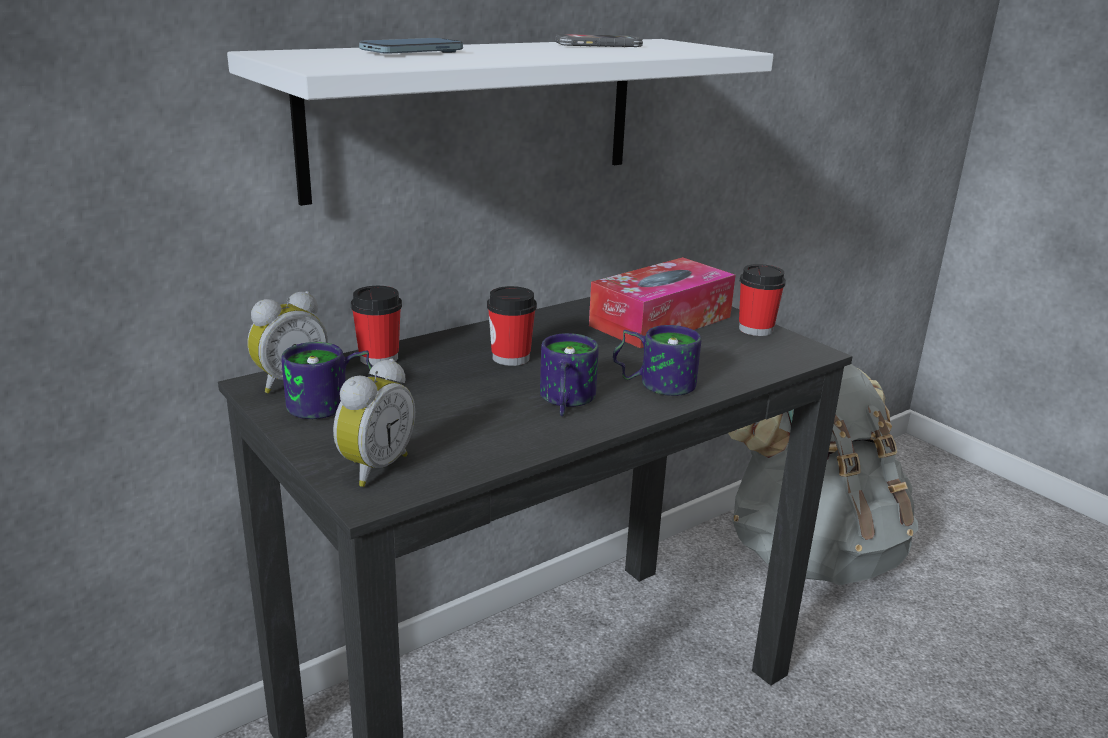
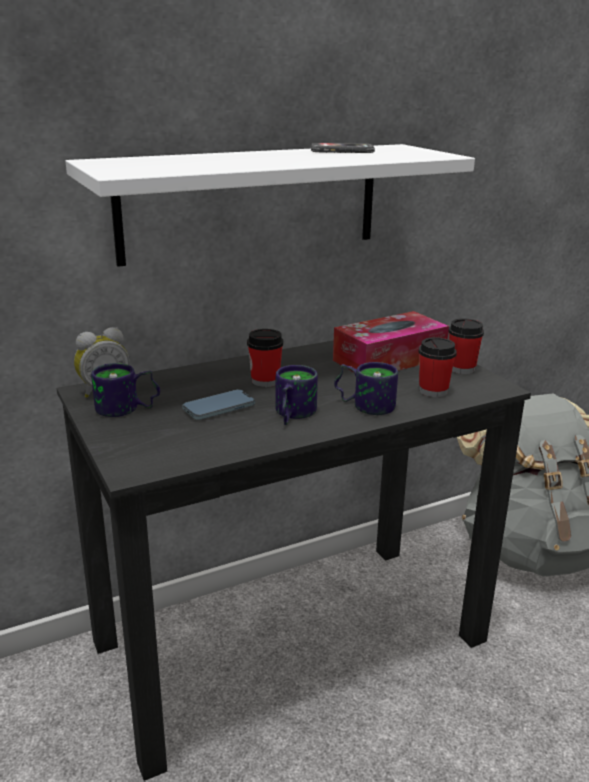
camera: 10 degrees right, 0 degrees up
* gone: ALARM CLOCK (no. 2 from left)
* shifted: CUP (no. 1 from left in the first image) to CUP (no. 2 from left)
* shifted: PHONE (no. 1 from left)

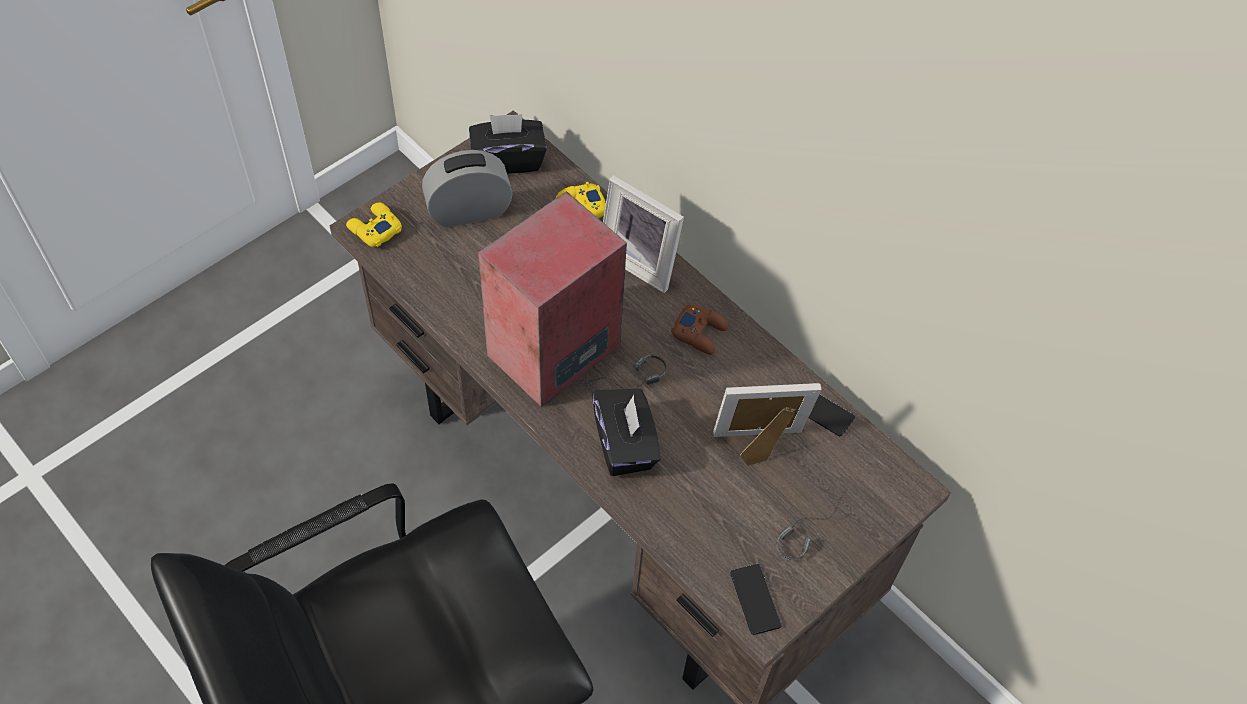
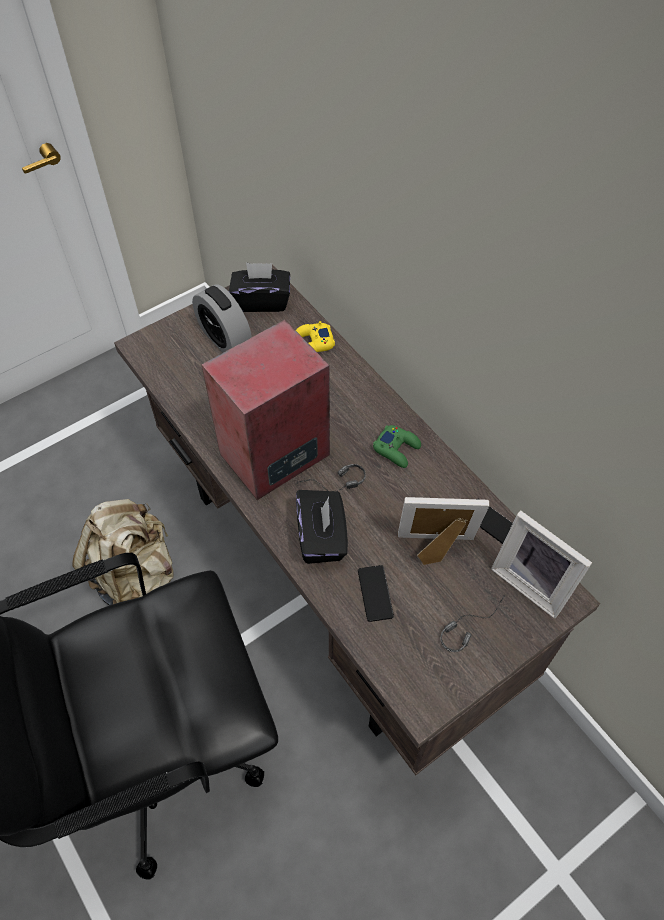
camera: 10 degrees right, 0 degrees up
* gone: YELLOW GAME CONTROLLER (no. 1 from left)
* new: BEIGE BACKPACK
* shifted: PICTURE FRAME (no. 1 from left in the first image) to PICTURE FRAME (no. 2 from left)
* shifted: PHONE (no. 1 from left)
* repainted: BROWN GAME CONTROLLER to GREEN GAME CONTROLLER
* rotated: ALARM CLOCK 120 degrees counterclockwise

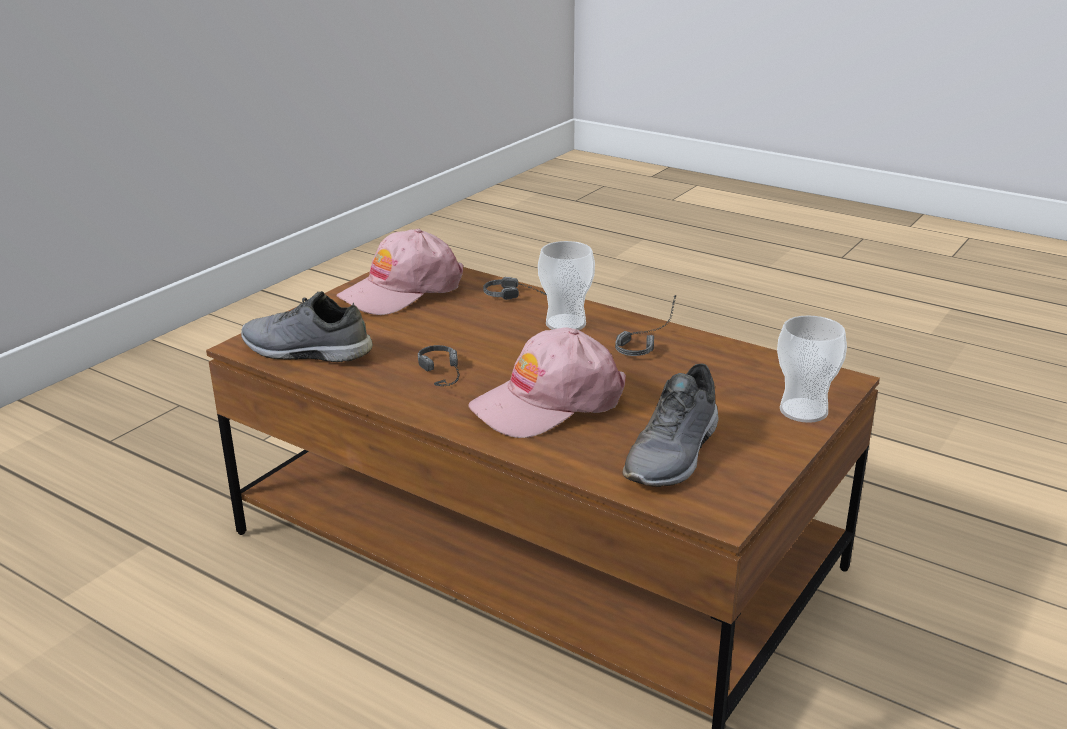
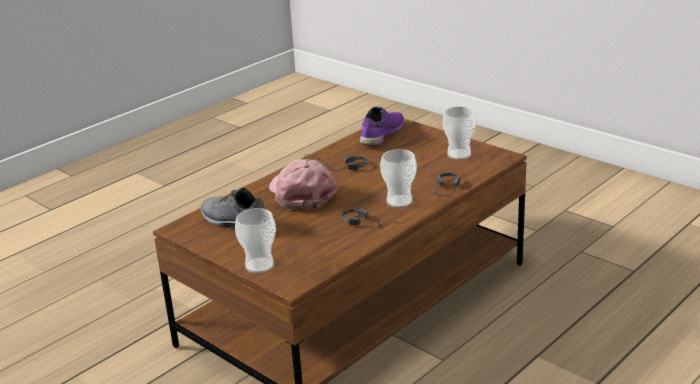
camera: 100 degrees right, 0 degrees up
* swapped: PINK CAP (no. 1 from left) to CUP (no. 3 from left)
* repainted: GREY SHOE (no. 1 from left) to PURPLE SHOE

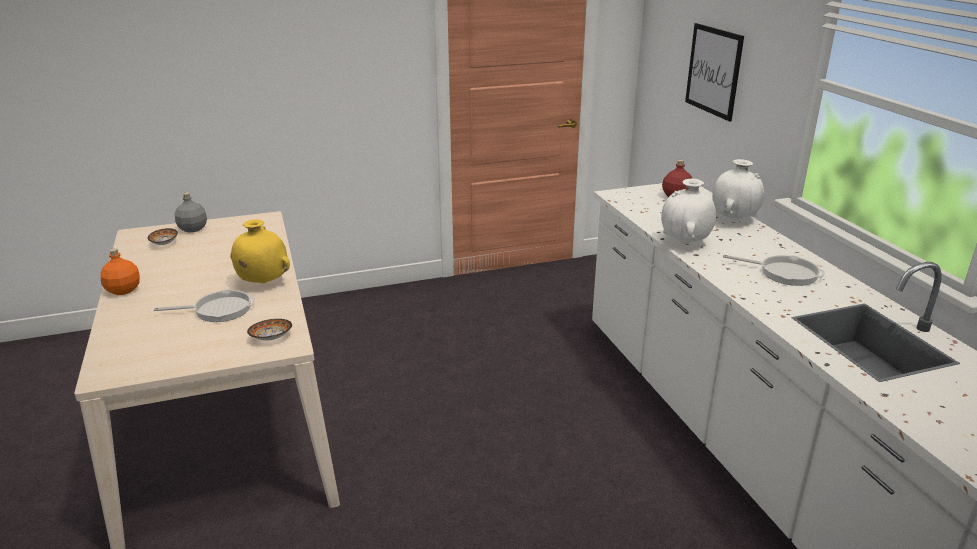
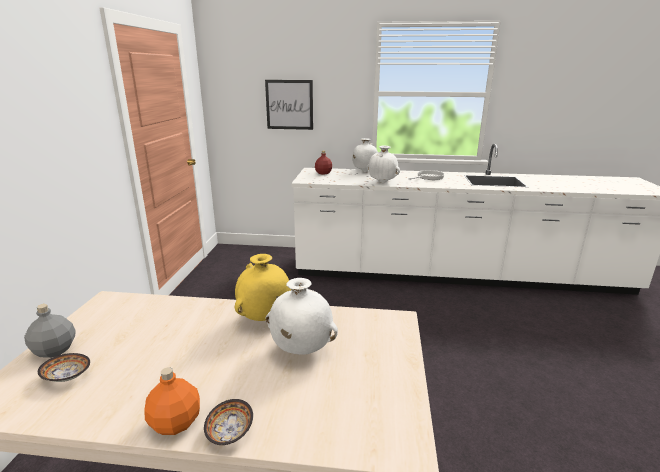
camera: 65 degrees left, 5 degrees down
* shifted: BOWL (no. 2 from left)
* swapped: FRYING PAN (no. 1 from left) to WHITE VASE (no. 1 from left)

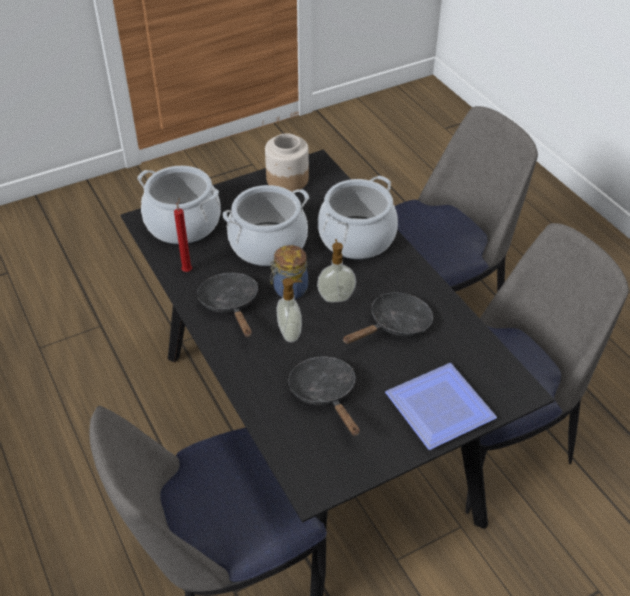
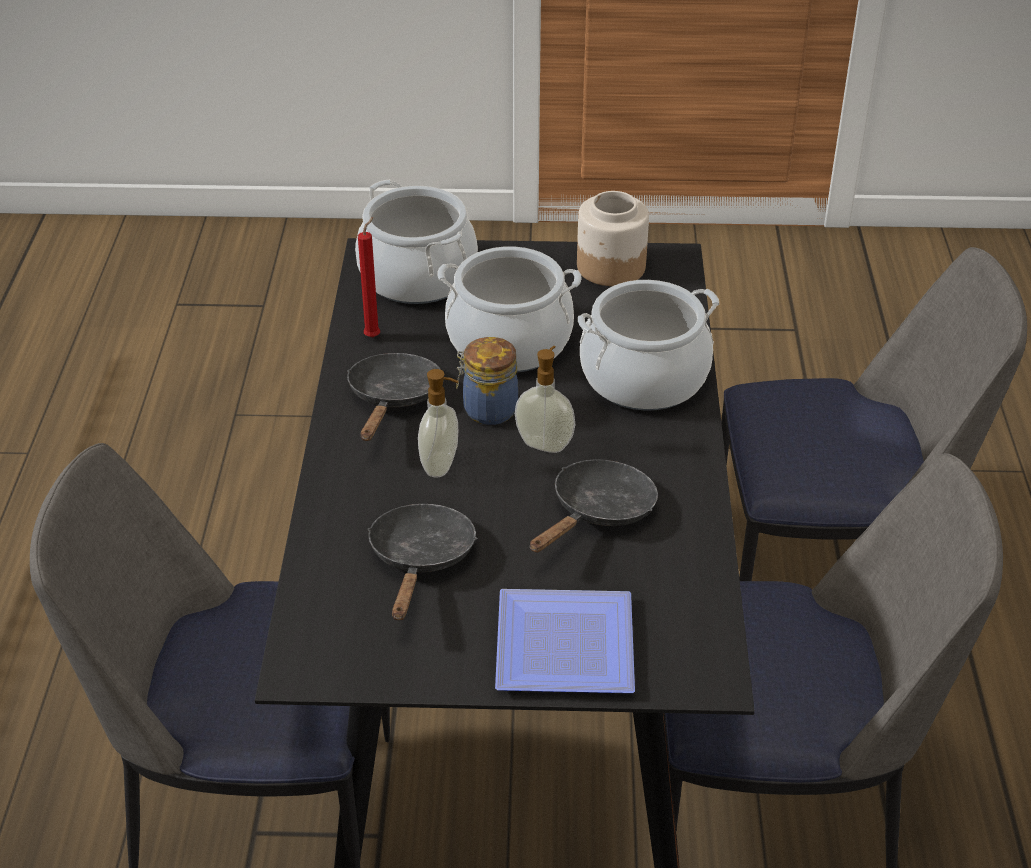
camera: 30 degrees right, 5 degrees down
* rotated: BLACK FRYING PAN (no. 3 from left) 45 degrees counterclockwise

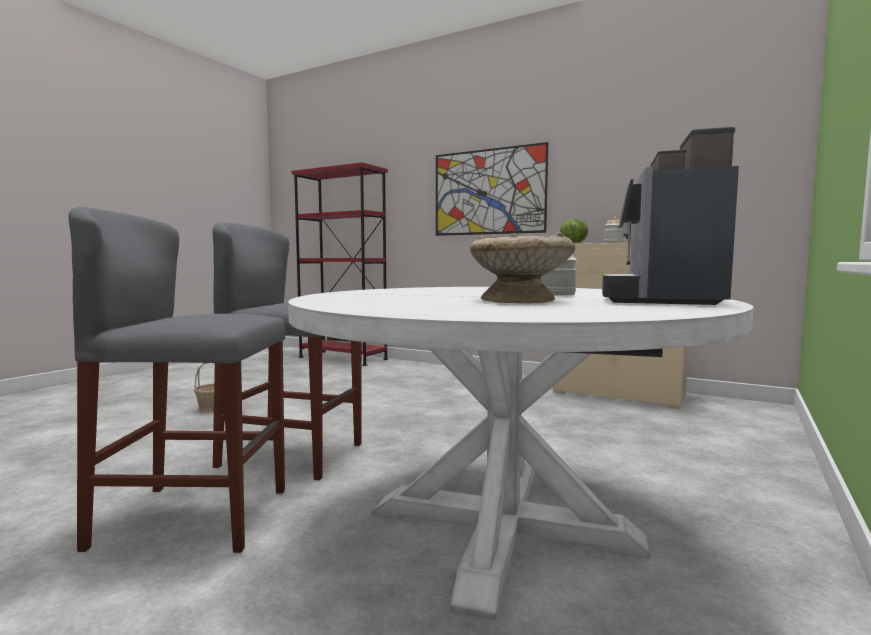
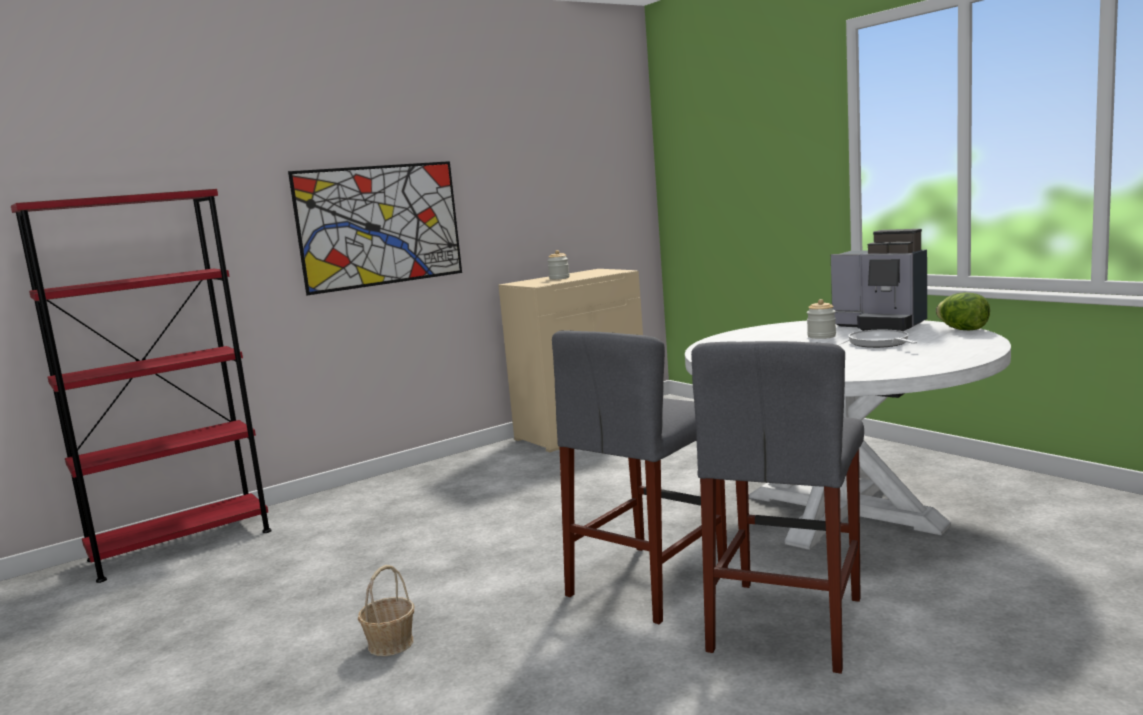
camera: 65 degrees left, 5 degrees up
* shifted: LETTUCE
* swapped: BEIGE BOWL to FRYING PAN

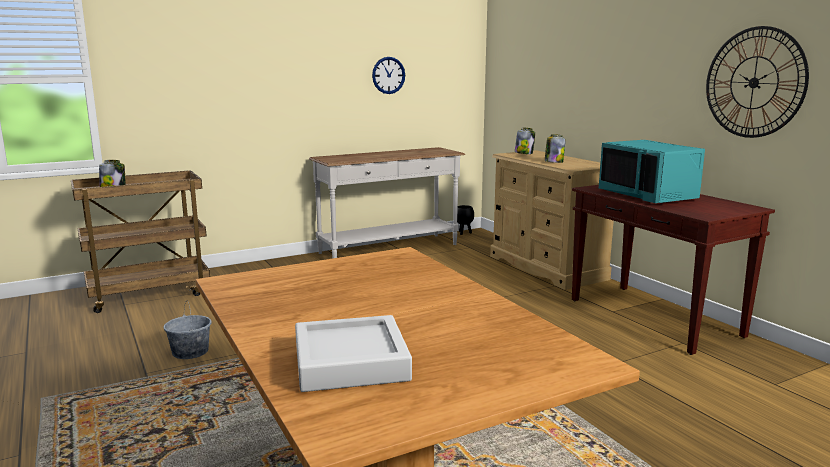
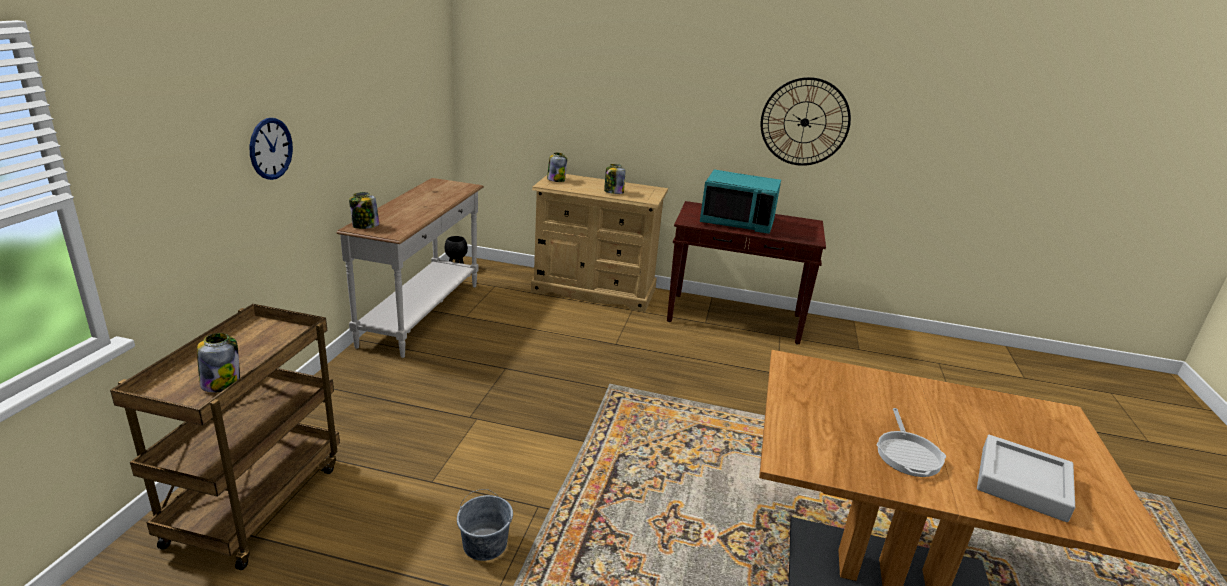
camera: 50 degrees left, 10 degrees up
* new: JAR (no. 2 from left)
* new: FRYING PAN
* shifted: WALL CLOCK (no. 1 from left)

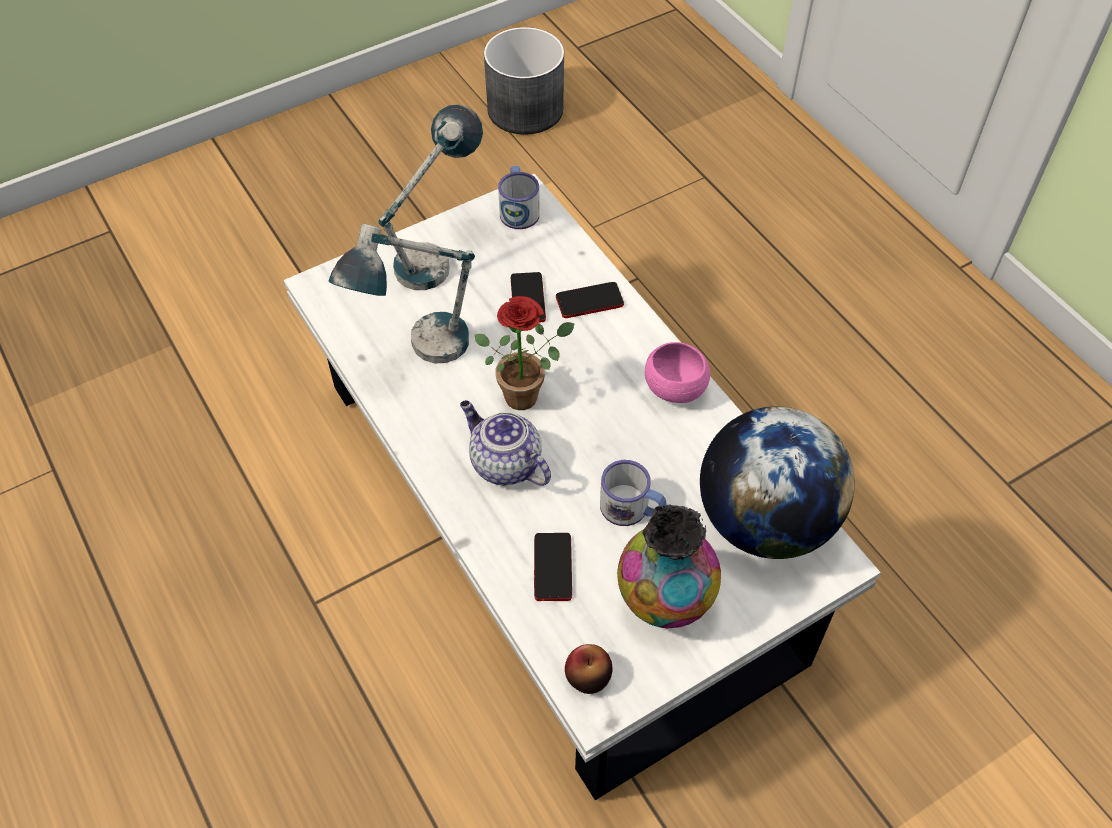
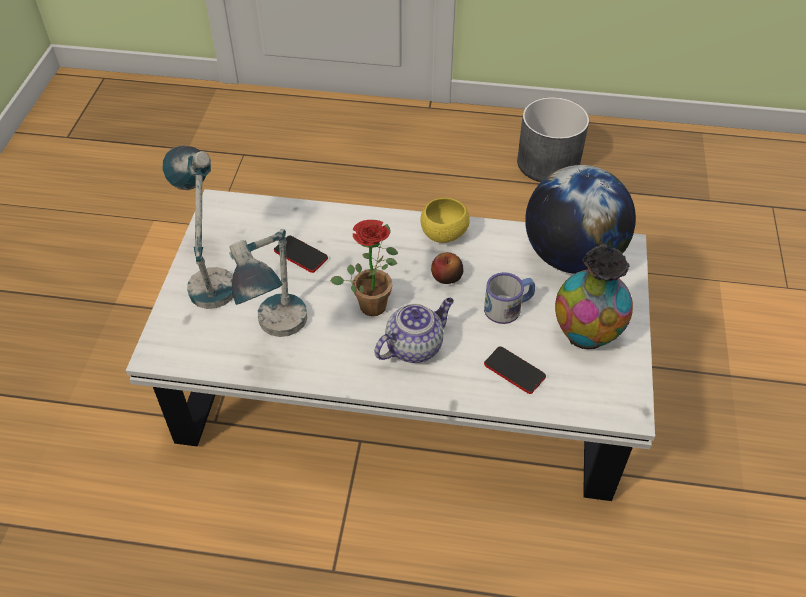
camera: 50 degrees left, 5 degrees down
* gone: MUG (no. 1 from left)
* gone: PHONE (no. 3 from left)
* shifted: GREY PLANTER
* shifted: APPLE
* repainted: PINK BOWL to YELLOW BOWL
* rotated: TEAPOT 150 degrees clockwise

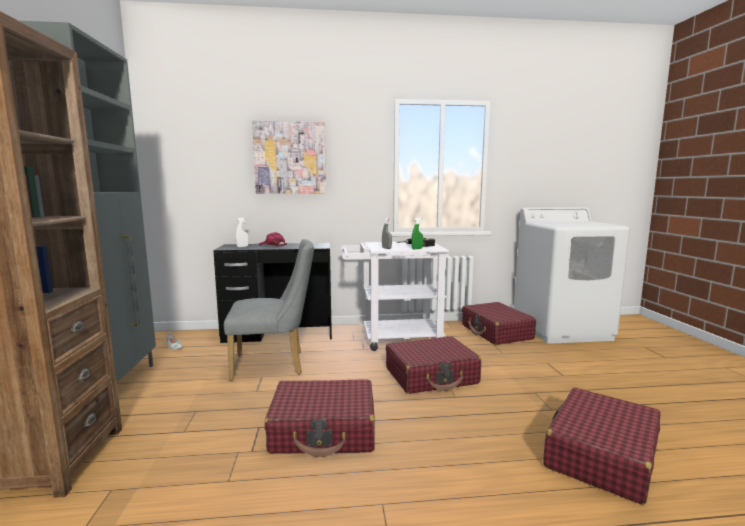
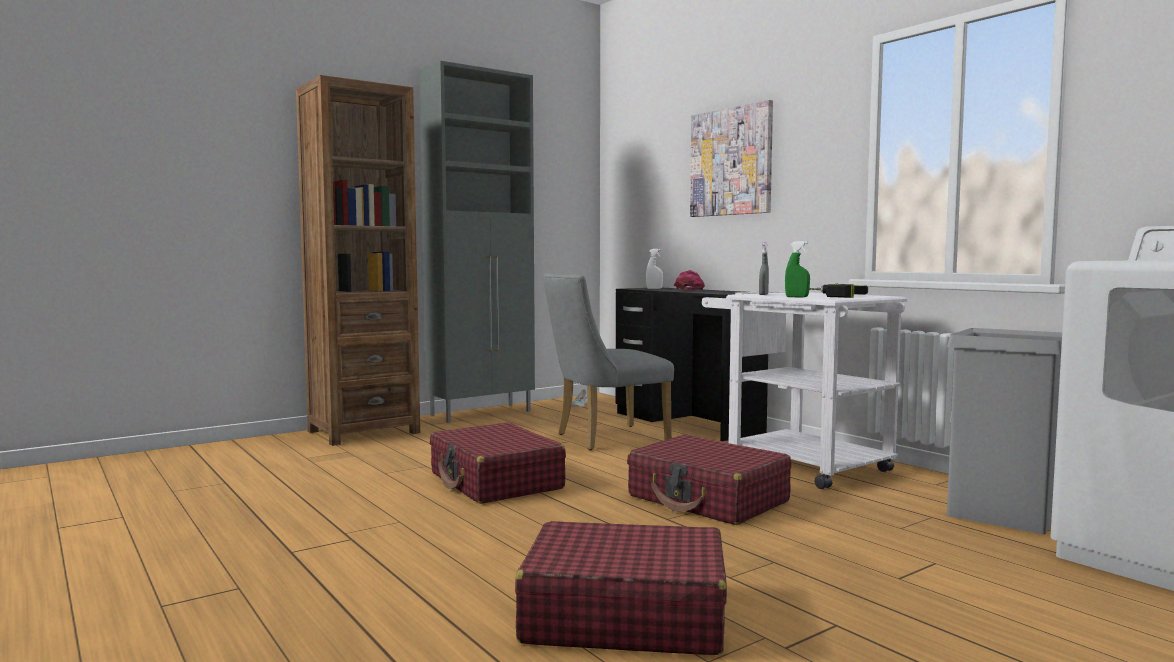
camera: 60 degrees right, 5 degrees down
* swapped: RED SUITCASE (no. 3 from left) to GREY TRASH CAN
* rotated: GREY CHAIR 105 degrees clockwise

